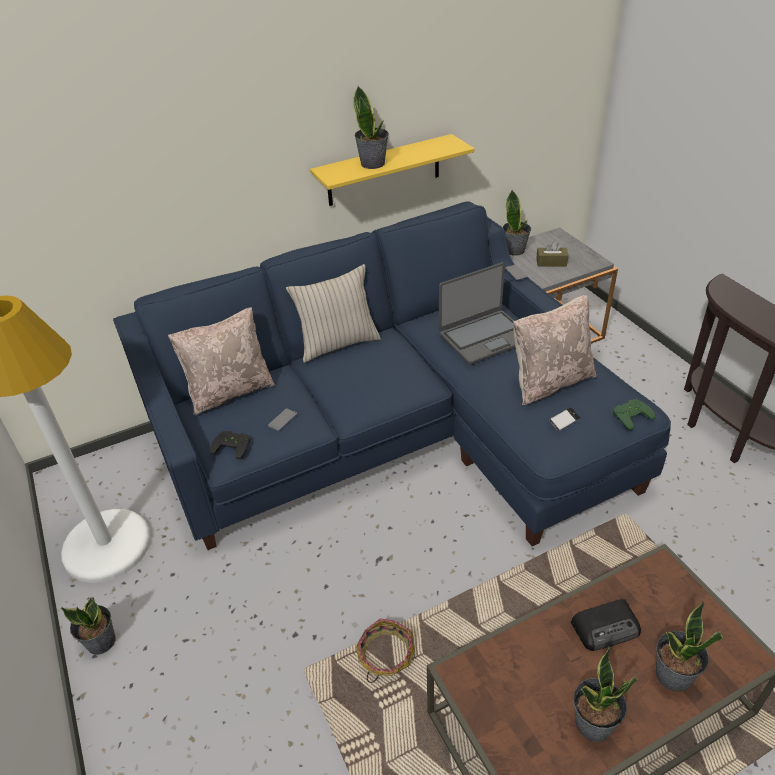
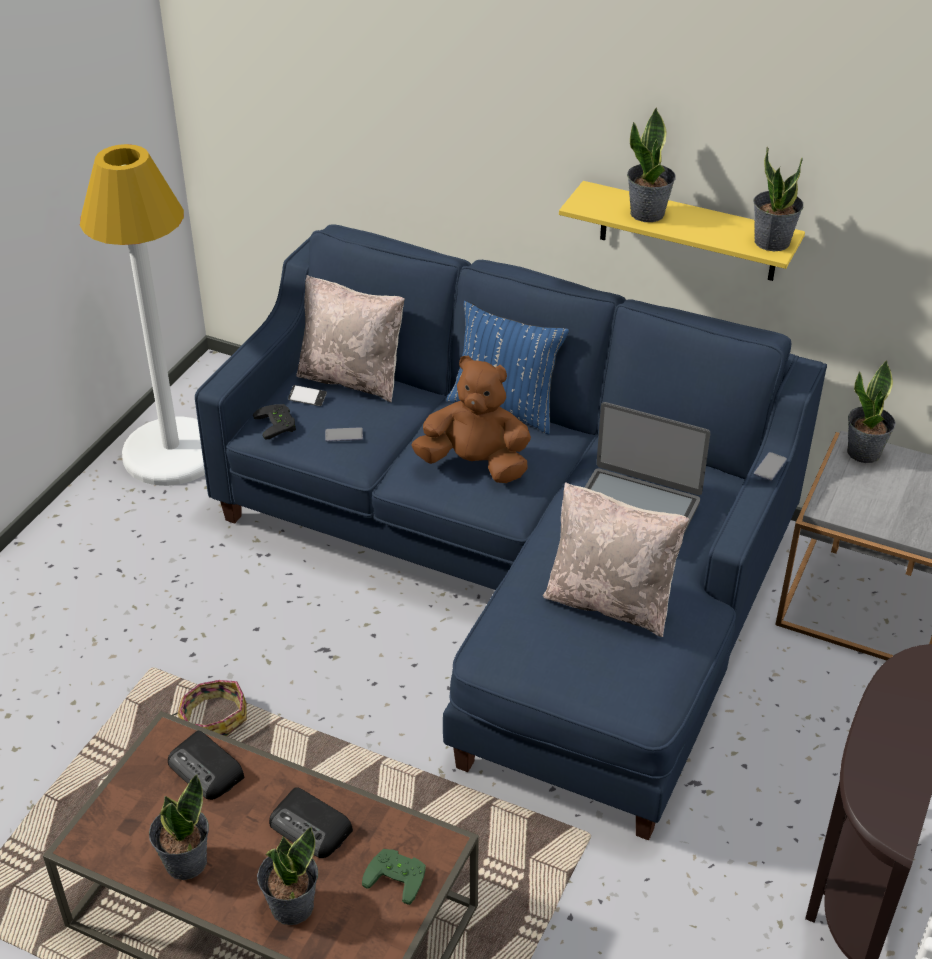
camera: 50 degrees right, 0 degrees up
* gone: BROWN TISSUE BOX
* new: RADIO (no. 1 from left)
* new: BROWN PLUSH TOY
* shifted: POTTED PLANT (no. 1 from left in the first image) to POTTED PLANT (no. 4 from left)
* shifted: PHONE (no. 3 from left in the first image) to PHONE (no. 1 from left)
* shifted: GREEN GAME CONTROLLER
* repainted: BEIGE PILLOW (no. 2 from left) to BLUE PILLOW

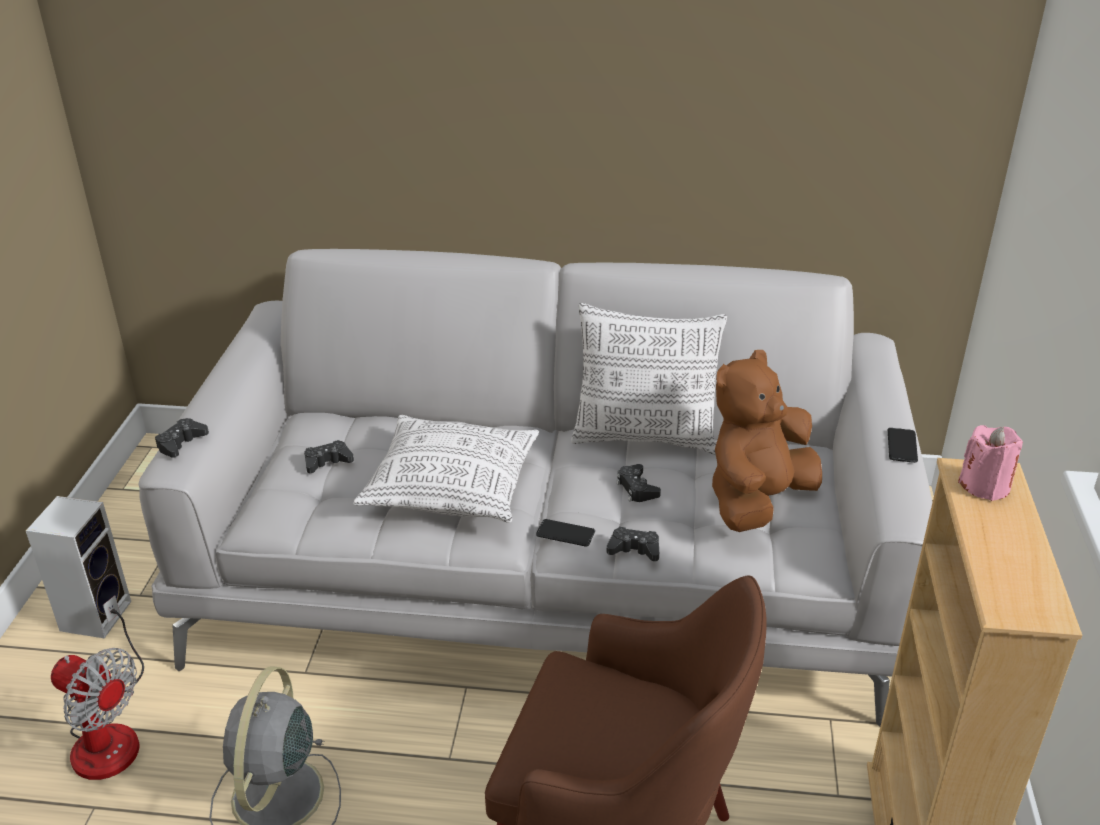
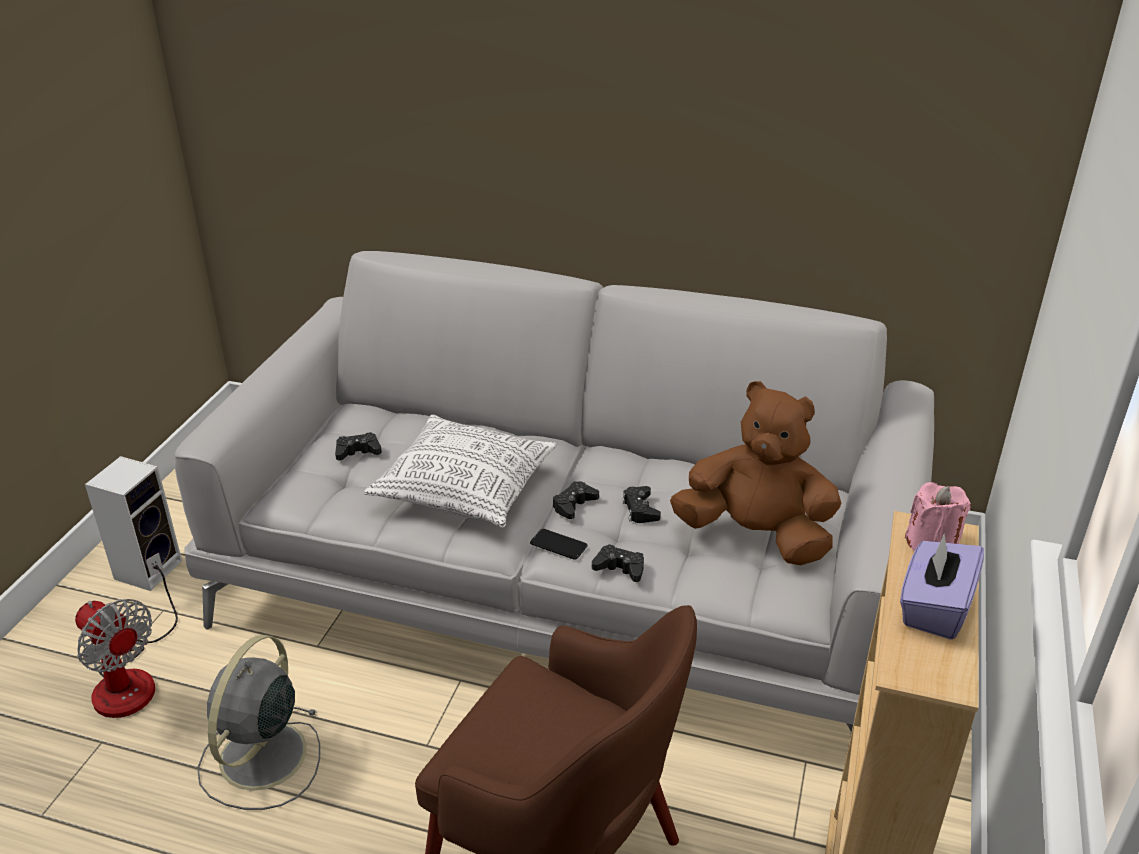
camera: 10 degrees right, 0 degrees up
* gone: PILLOW (no. 2 from left)
* gone: PHONE (no. 2 from left)
* new: PURPLE TISSUE BOX
* shifted: BLACK GAME CONTROLLER (no. 1 from left in the first image) to BLACK GAME CONTROLLER (no. 2 from left)
* rotated: BROWN PLUSH TOY 60 degrees clockwise

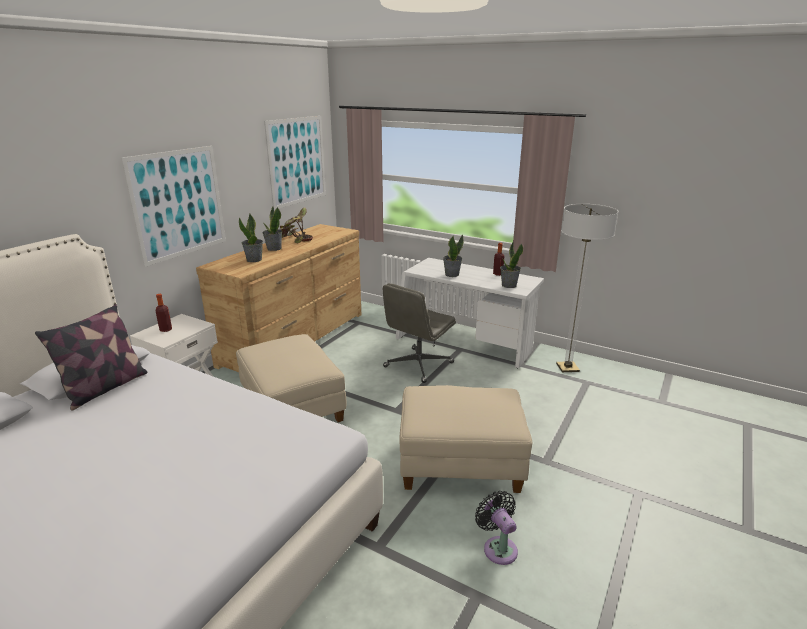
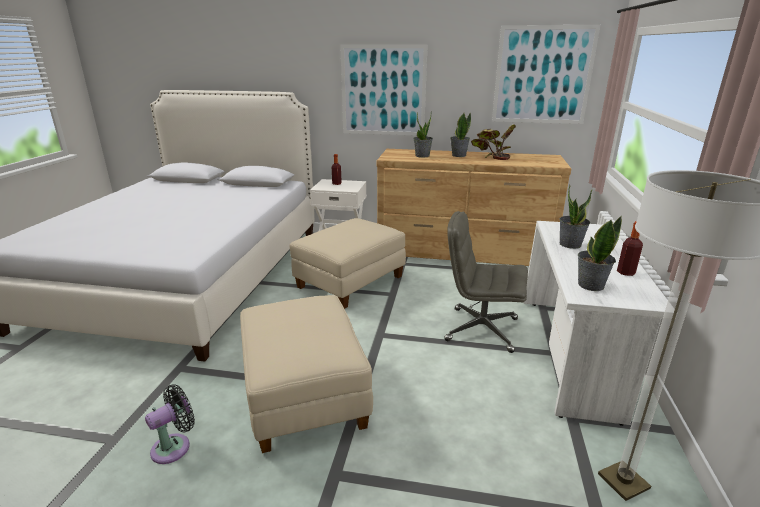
camera: 70 degrees right, 0 degrees up
* gone: PILLOW

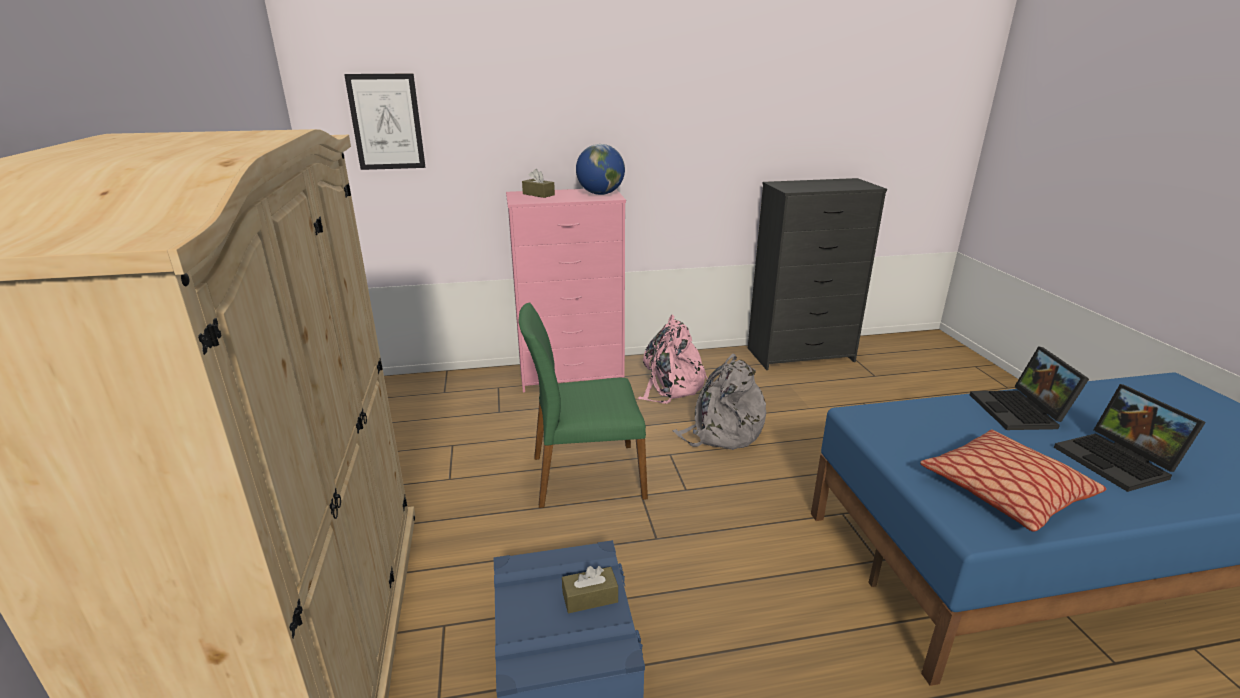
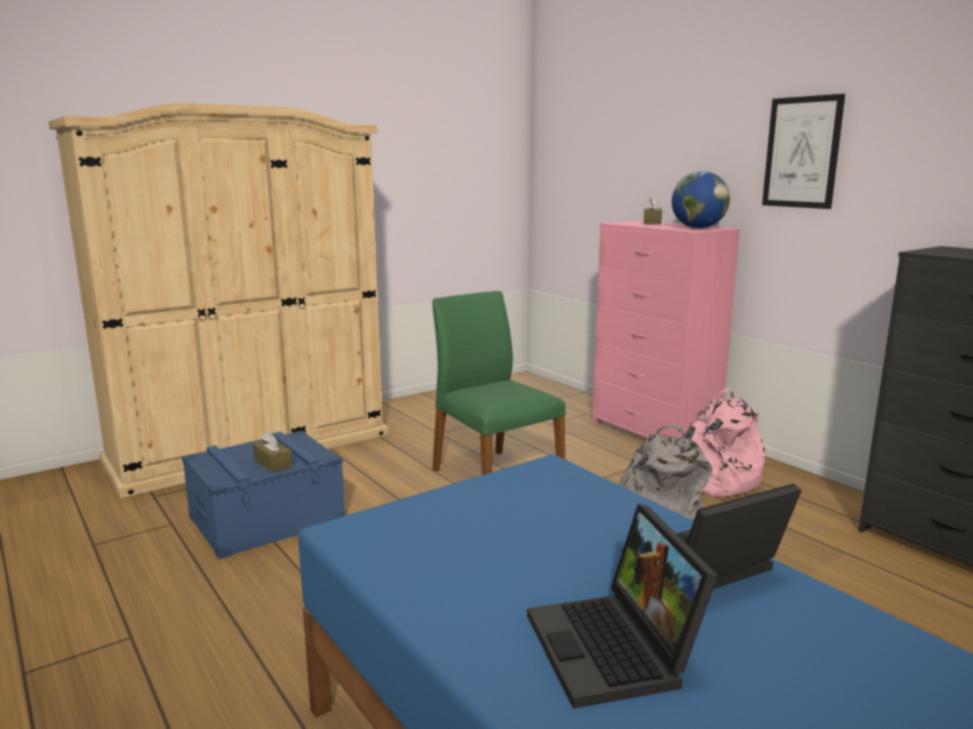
camera: 65 degrees right, 10 degrees down
* gone: PILLOW
* shifted: PICTURE
* rotated: LAPTOP (no. 2 from left in the first image) 60 degrees counterclockwise

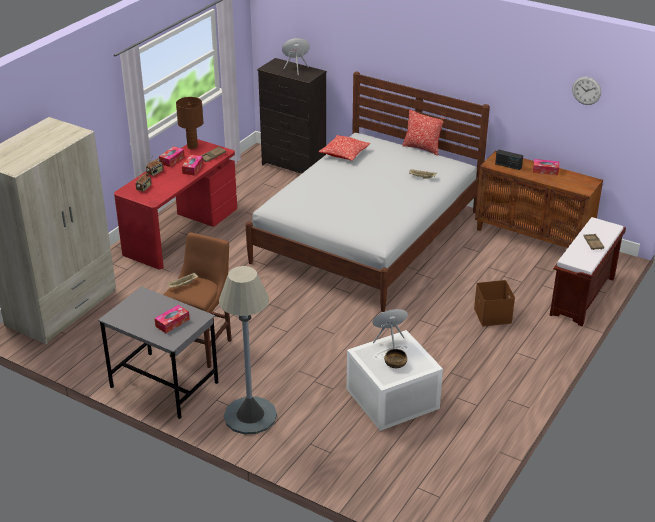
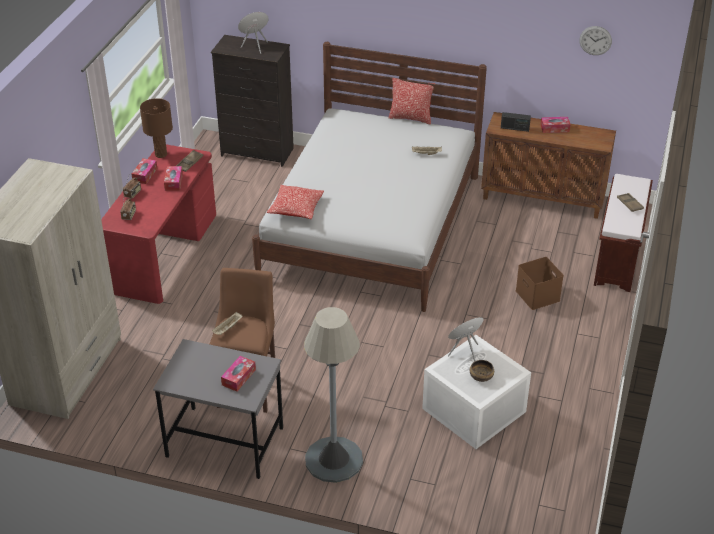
camera: 15 degrees left, 5 degrees up
* shifted: PILLOW (no. 1 from left)

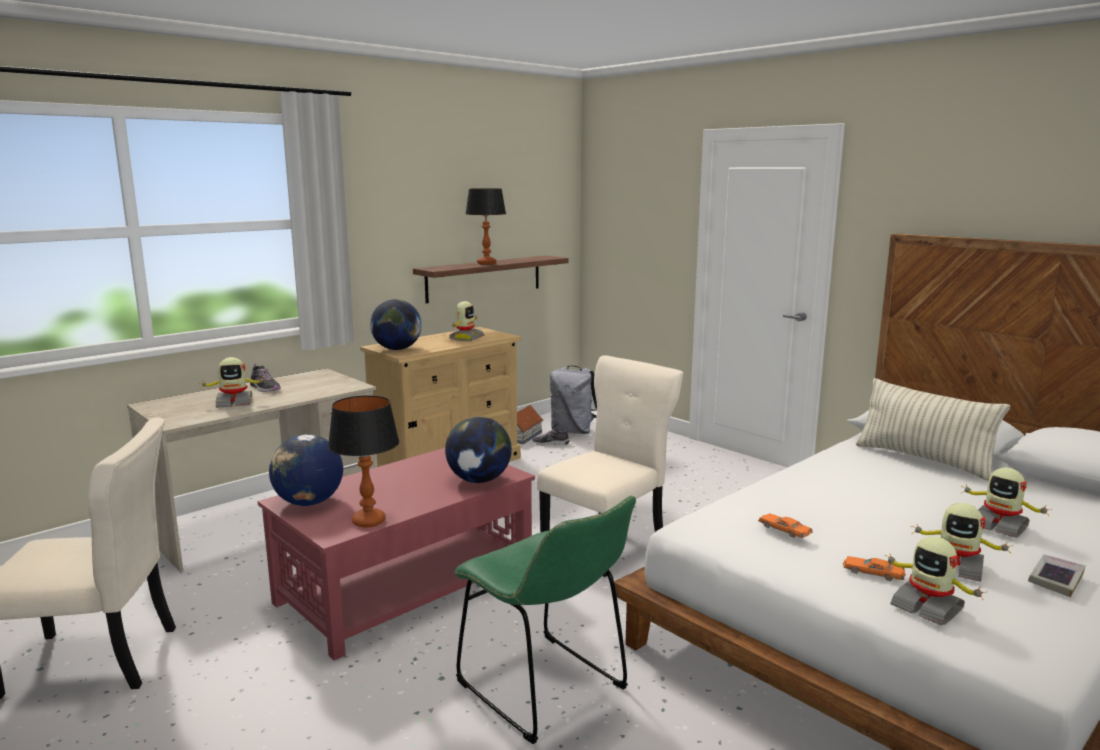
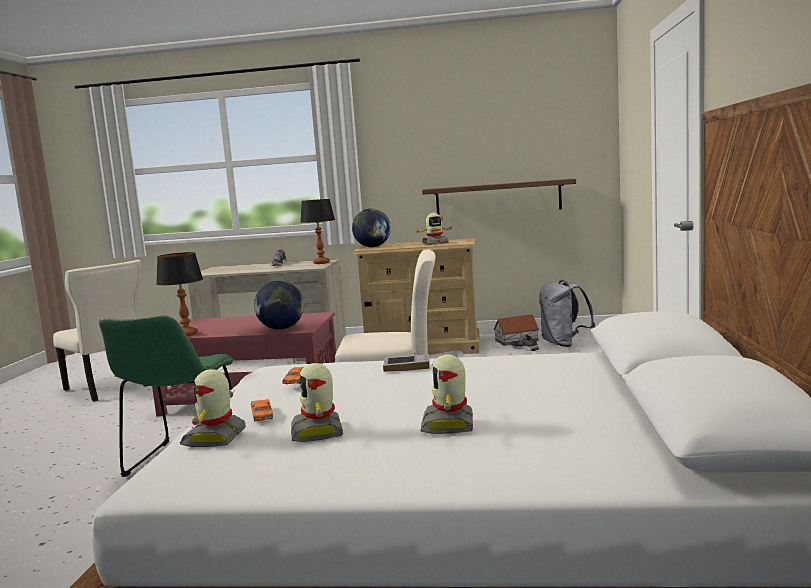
camera: 50 degrees right, 5 degrees down
* gone: TOY ROBOT (no. 1 from left)
* gone: GLOBE (no. 1 from left)
* gone: PILLOW
* shifted: TABLE LAMP (no. 2 from left)
* shifted: BOOK

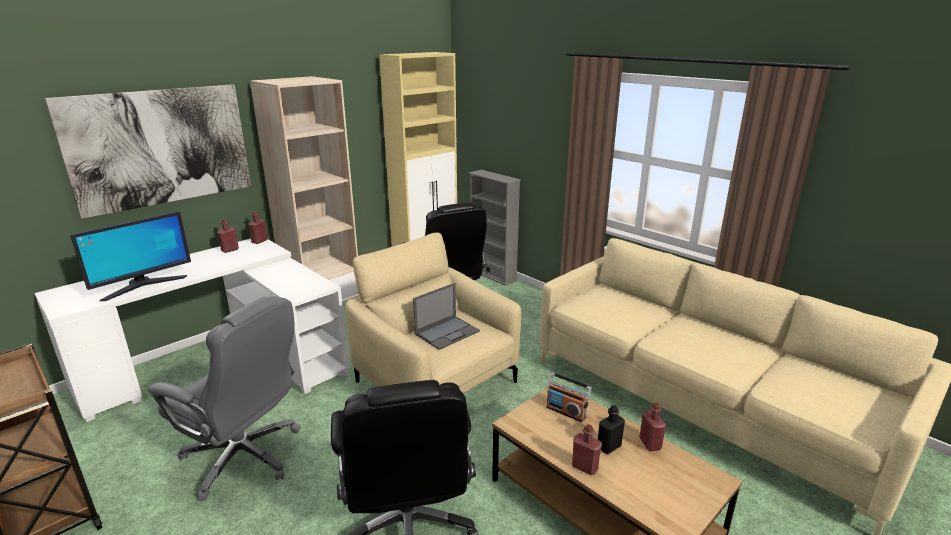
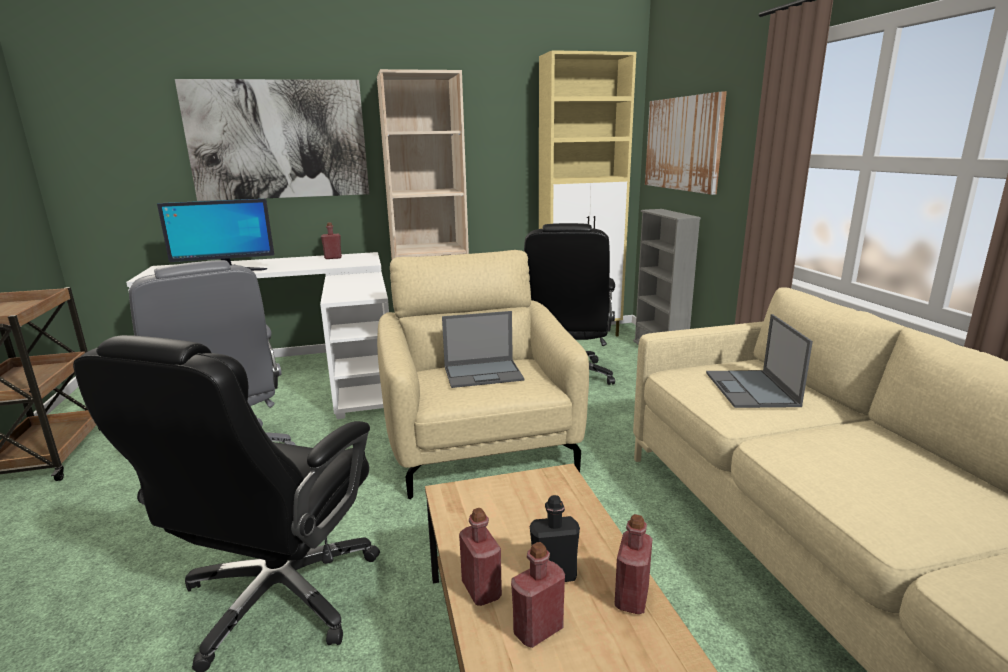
camera: 30 degrees right, 5 degrees down
* gone: RADIO
* new: PICTURE (no. 2 from left)
* new: LAPTOP (no. 2 from left)
* shifted: RED BOTTLE (no. 2 from left in the first image) to RED BOTTLE (no. 3 from left)

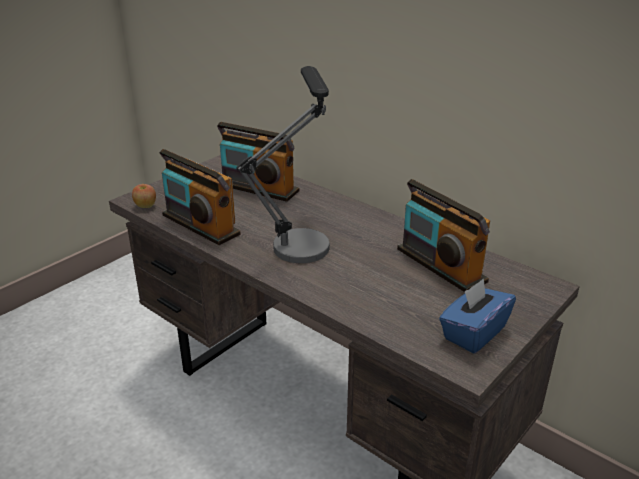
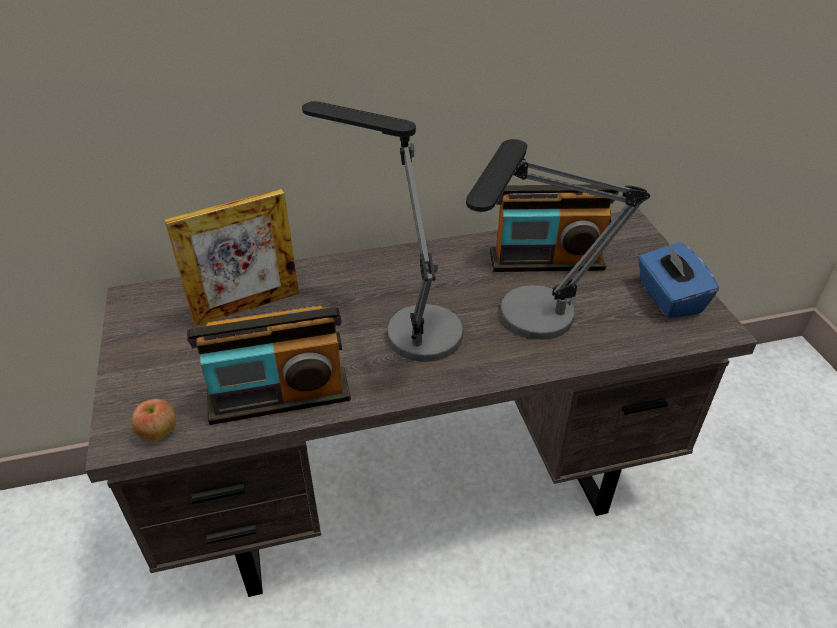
camera: 55 degrees left, 10 degrees up
* new: TABLE LAMP (no. 2 from left)
* swapped: RADIO (no. 2 from left) to PICTURE FRAME

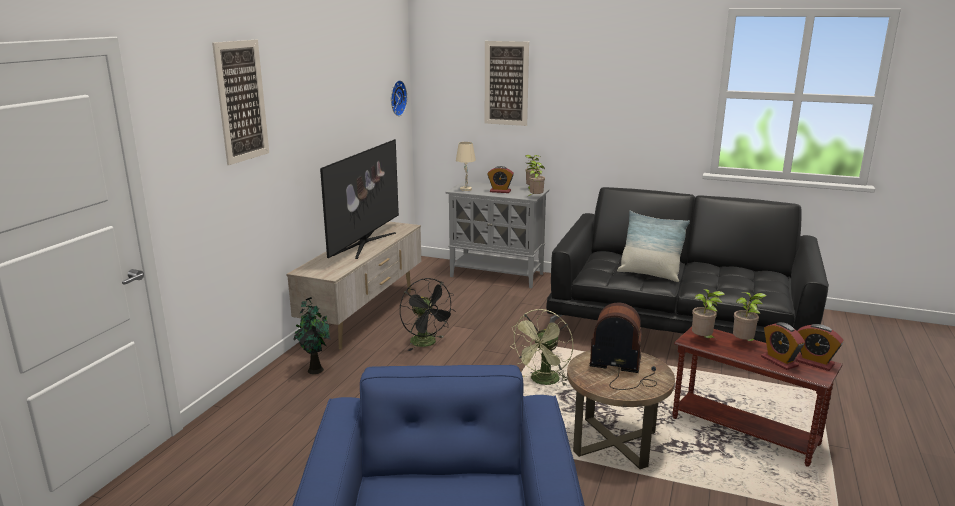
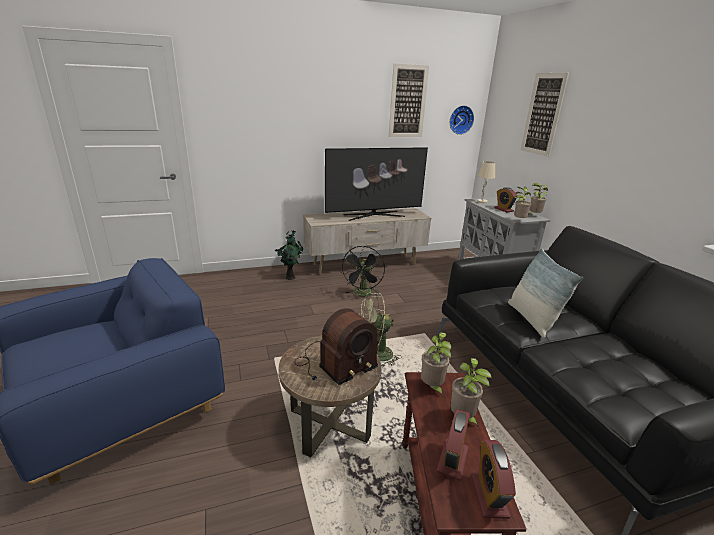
camera: 50 degrees right, 5 degrees up
* shifted: PICTURE (no. 1 from left)
* rotated: RADIO 75 degrees clockwise

